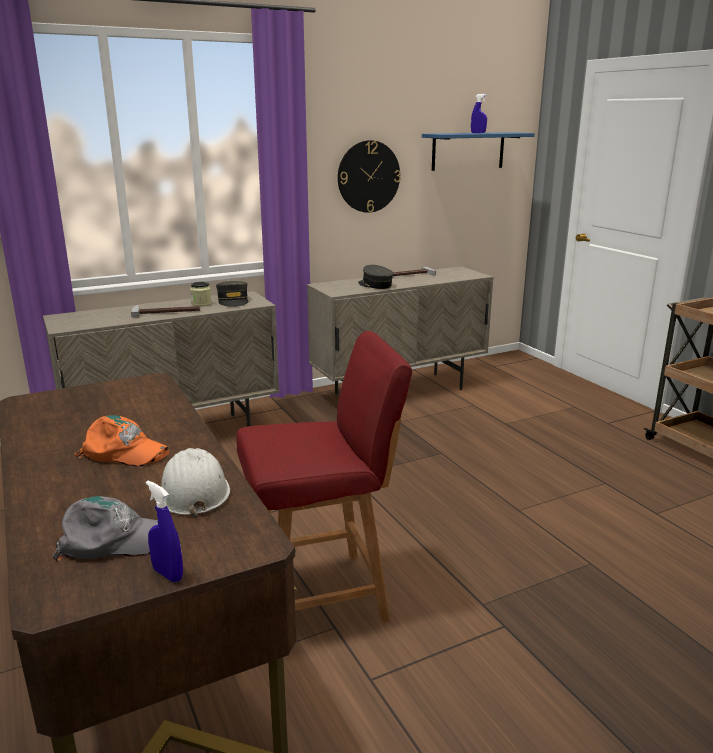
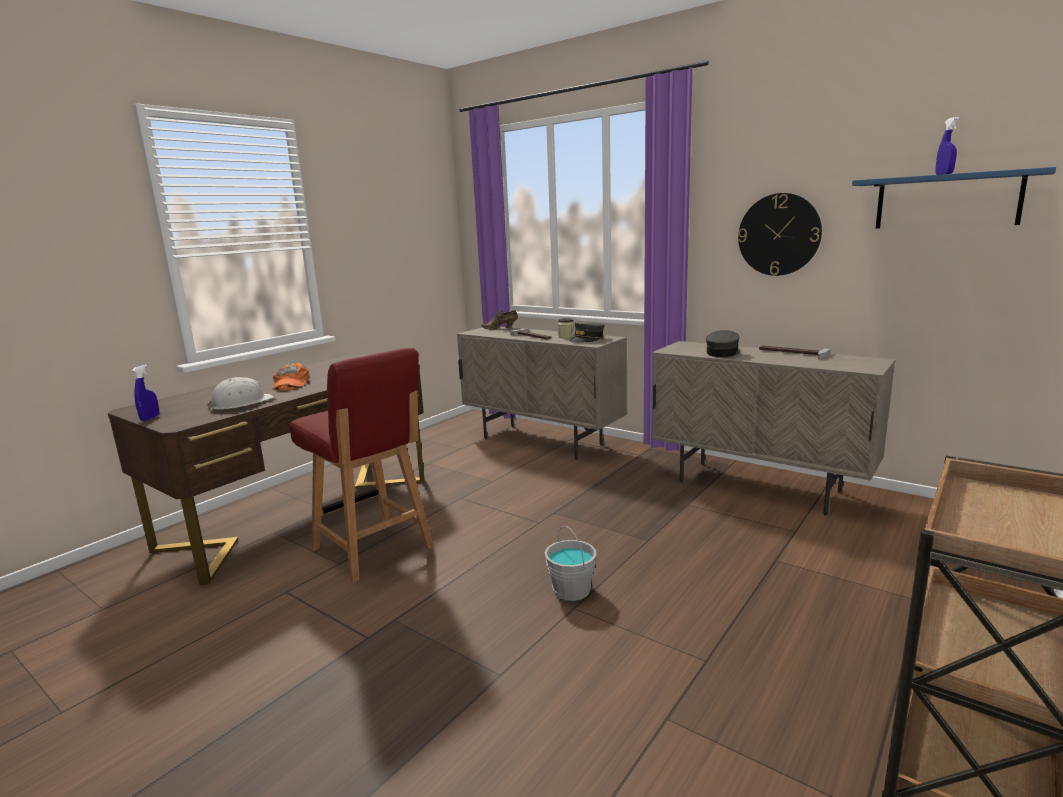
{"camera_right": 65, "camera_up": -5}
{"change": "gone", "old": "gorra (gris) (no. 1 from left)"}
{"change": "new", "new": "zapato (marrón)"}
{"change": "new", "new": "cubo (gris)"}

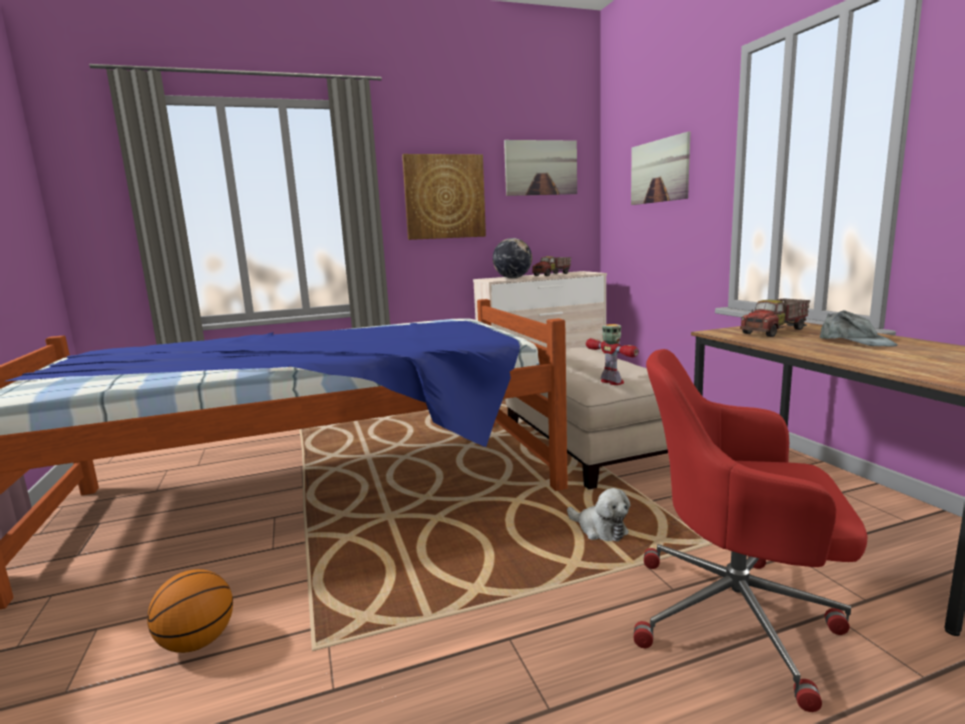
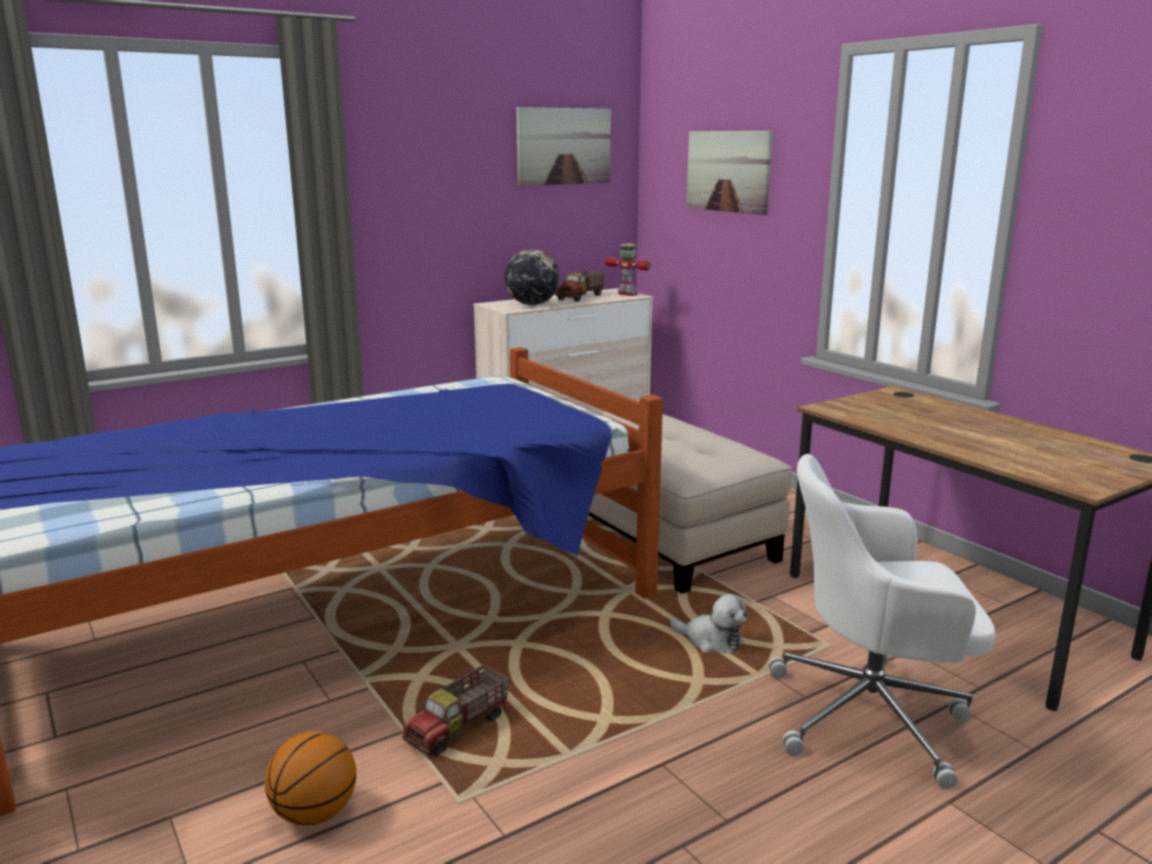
{"camera_right": -15, "camera_up": 5}
{"change": "gone", "old": "cuadro (no. 1 from left)"}
{"change": "shifted", "old": "robot de juguete"}
{"change": "repainted", "old": "silla de oficina (rojo)", "new": "silla de oficina (blanco)"}
{"change": "shifted", "old": "camión de juguete (no. 2 from left in the first image)", "new": "camión de juguete (no. 1 from left)"}
{"change": "gone", "old": "gorra (gris)"}

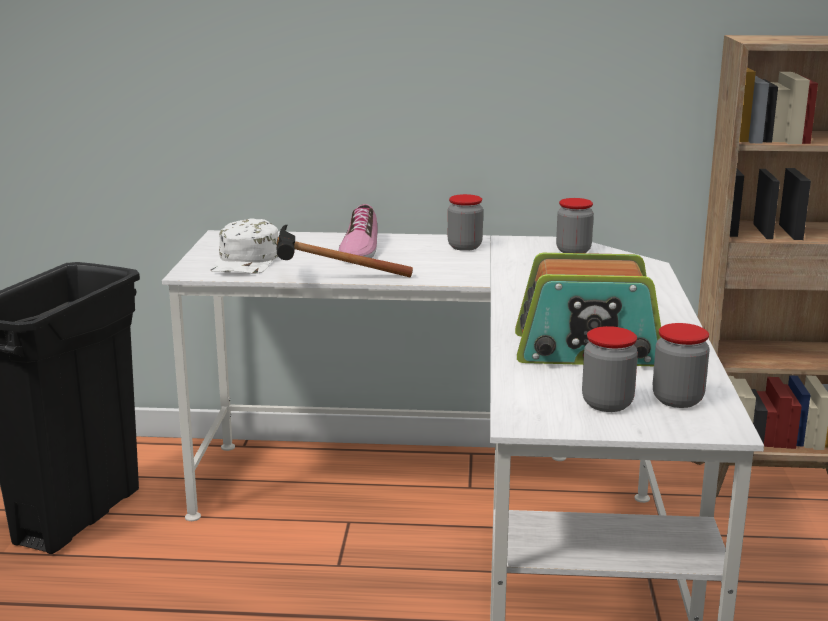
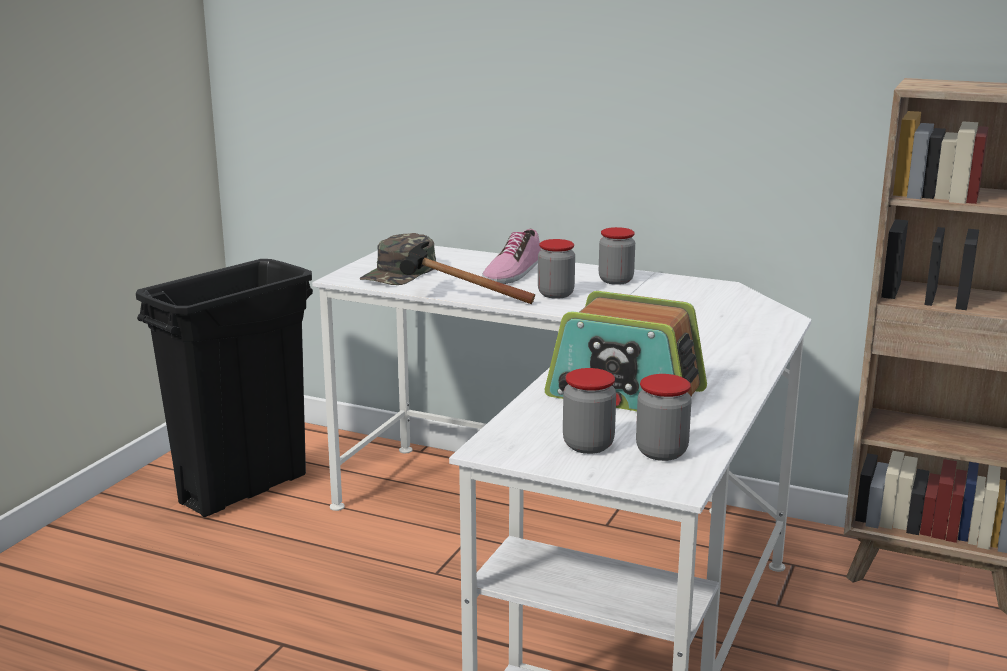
{"camera_right": 20, "camera_up": 0}
{"change": "repainted", "old": "gorra (blanco)", "new": "gorra (verde)"}
{"change": "shifted", "old": "tarro (no. 2 from left in the first image)", "new": "tarro (no. 1 from left)"}

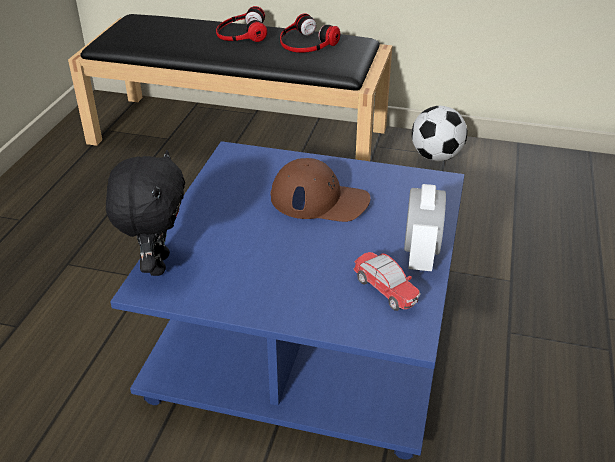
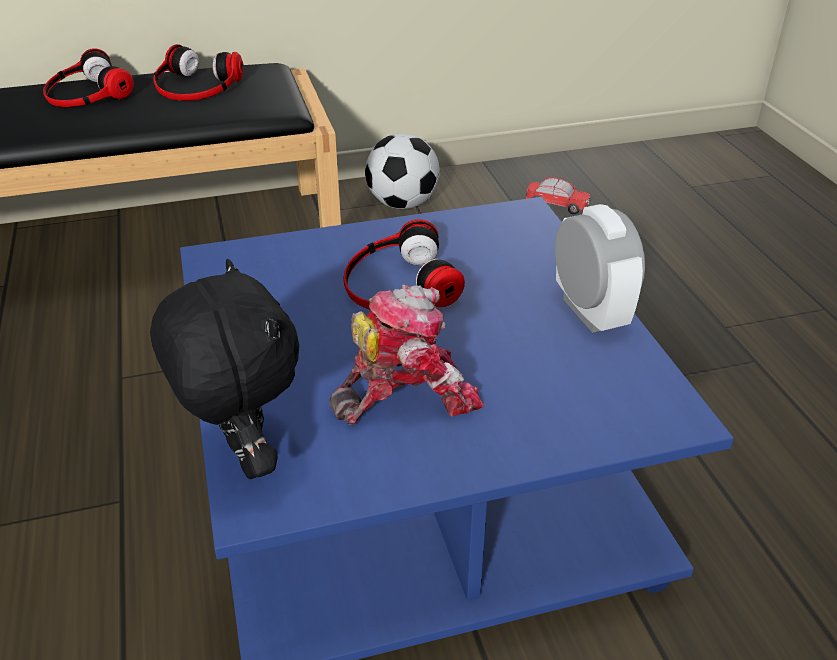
{"camera_right": -30, "camera_up": 0}
{"change": "swapped", "old": "gorra (marrón)", "new": "auriculares (no. 3 from left)"}
{"change": "shifted", "old": "coche de juguete"}
{"change": "new", "new": "robot de juguete"}

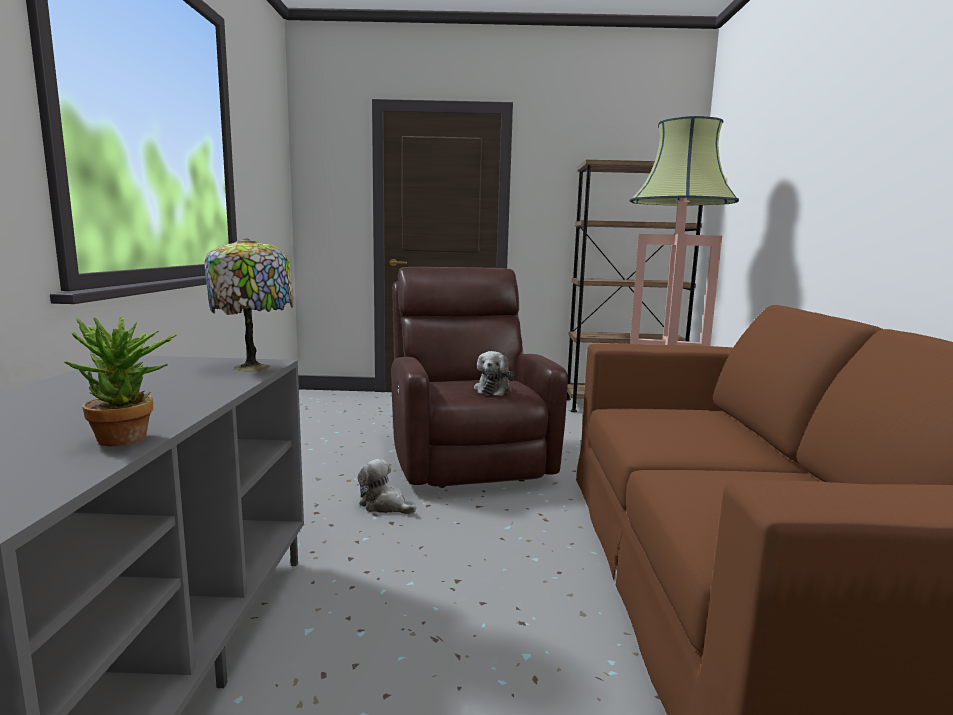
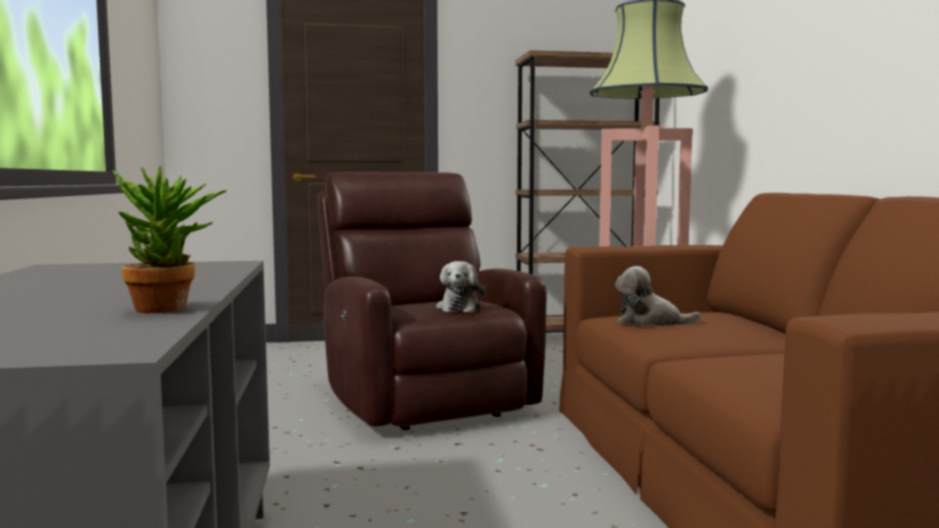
{"camera_right": -10, "camera_up": -5}
{"change": "gone", "old": "lámpara de mesa"}
{"change": "shifted", "old": "peluche (no. 1 from left in the first image)", "new": "peluche (no. 2 from left)"}

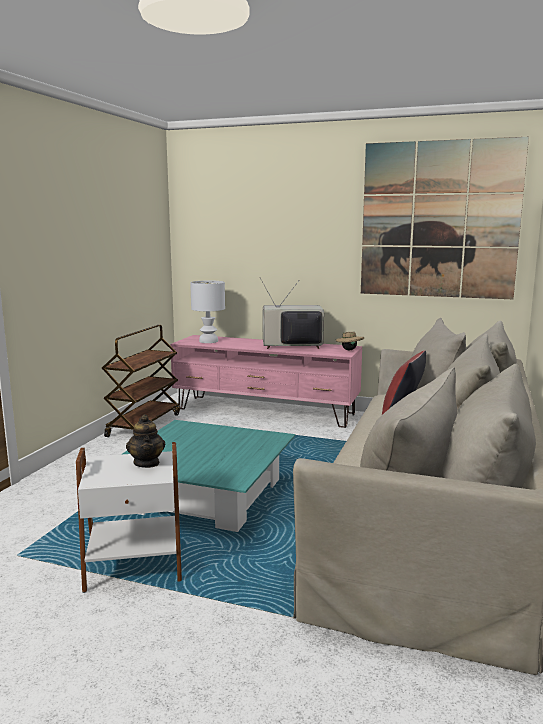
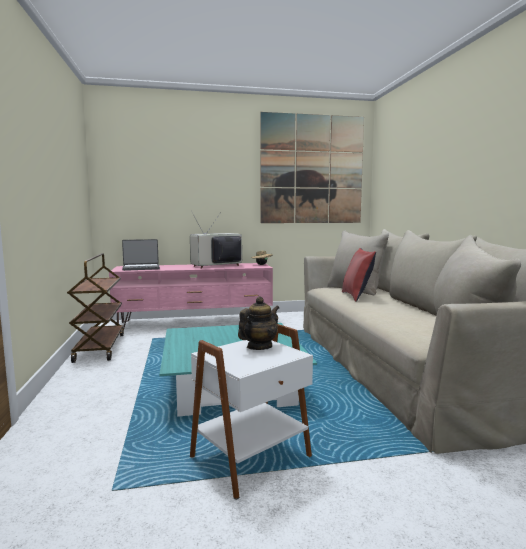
{"camera_right": -30, "camera_up": -5}
{"change": "rotated", "old": "tetera", "degrees": -90}
{"change": "swapped", "old": "lámpara de mesa (blanco)", "new": "portátil"}

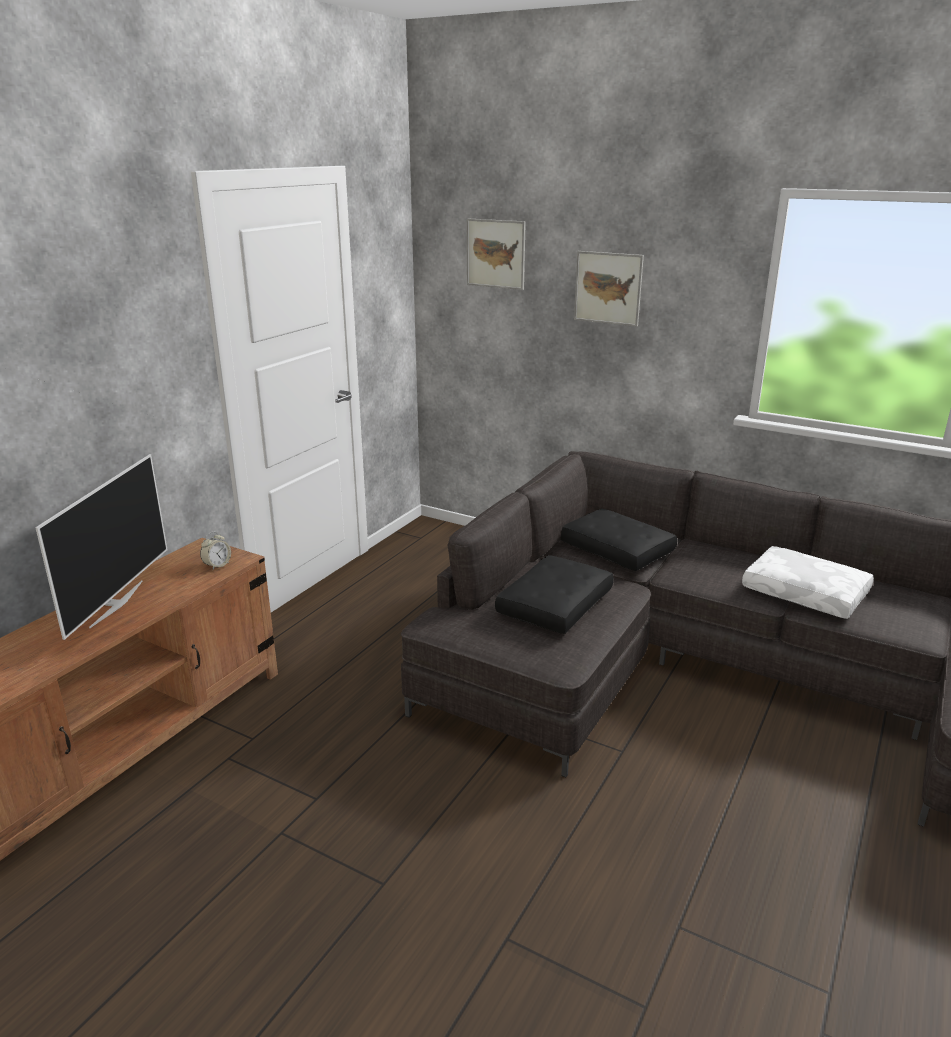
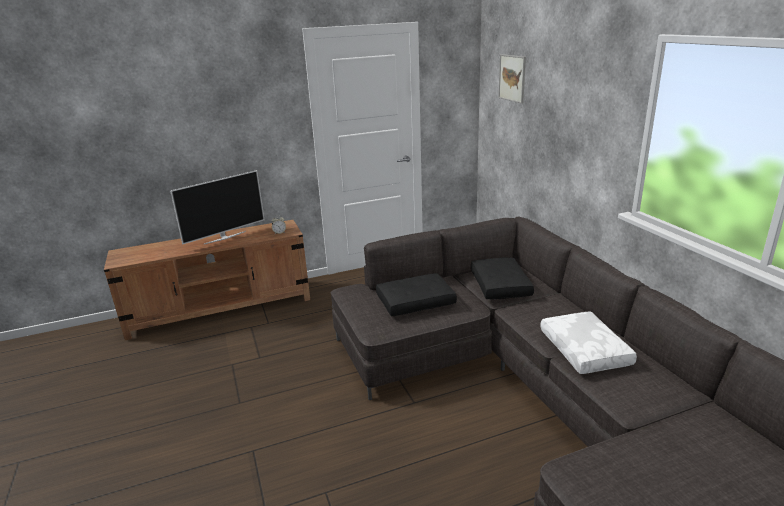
{"camera_right": 40, "camera_up": 0}
{"change": "gone", "old": "cuadro (no. 2 from left)"}

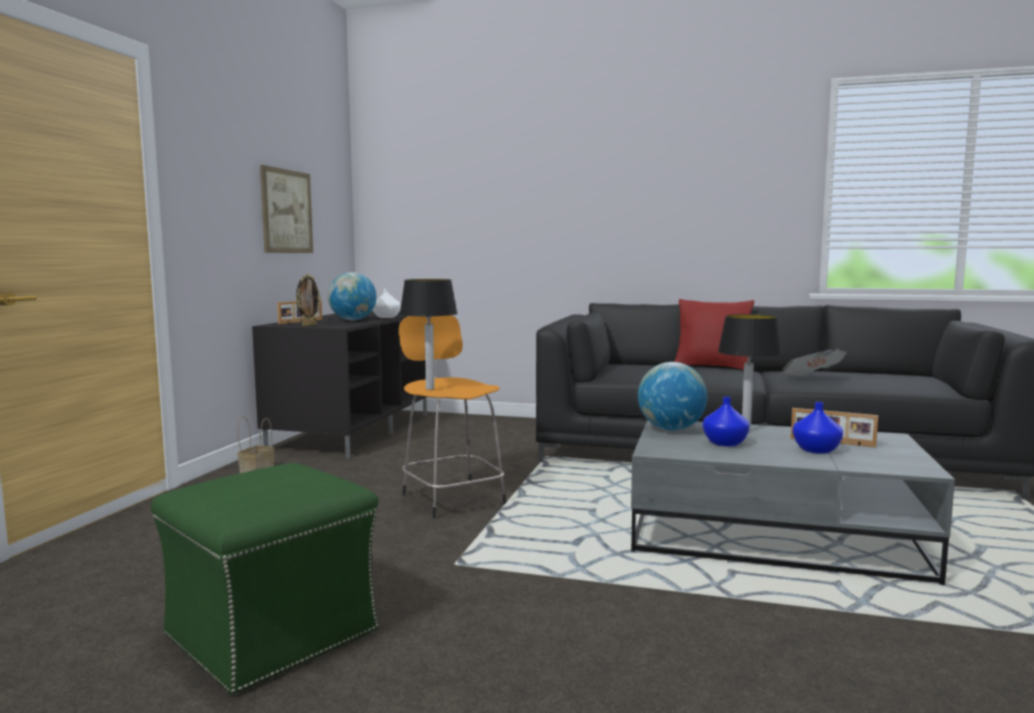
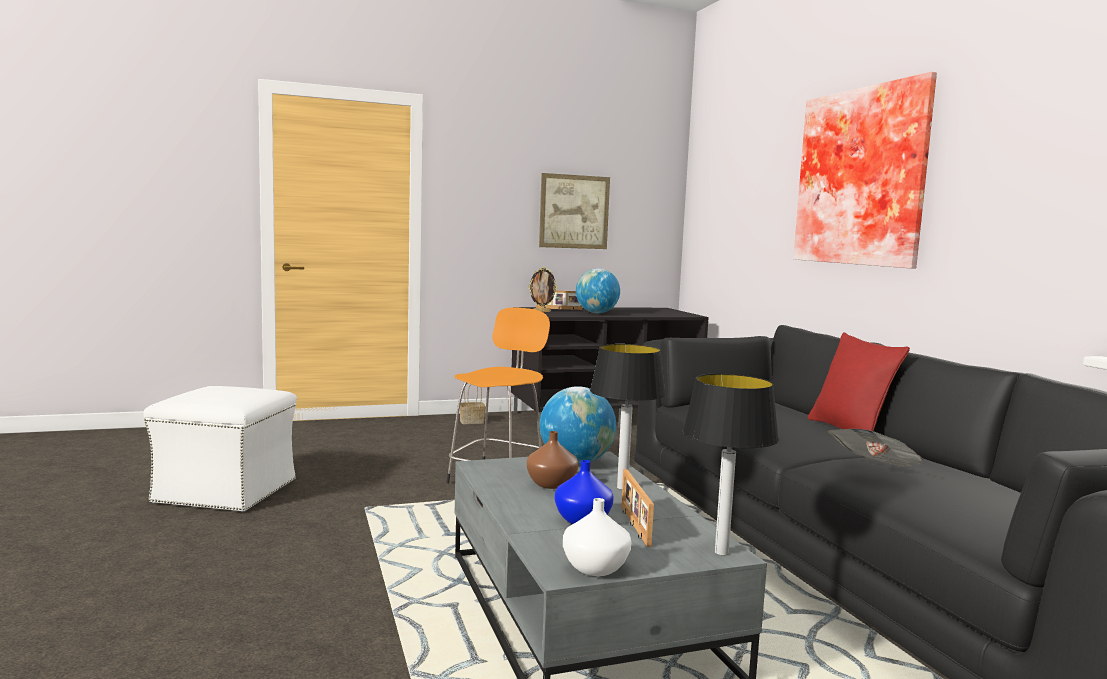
{"camera_right": 55, "camera_up": 0}
{"change": "repainted", "old": "puf (verde)", "new": "puf (blanco)"}
{"change": "shifted", "old": "florero (blanco)"}
{"change": "shifted", "old": "lámpara de mesa (no. 1 from left in the first image)", "new": "lámpara de mesa (no. 2 from left)"}
{"change": "repainted", "old": "florero (azul) (no. 1 from left)", "new": "florero (marrón)"}
{"change": "new", "new": "cuadro (no. 2 from left)"}

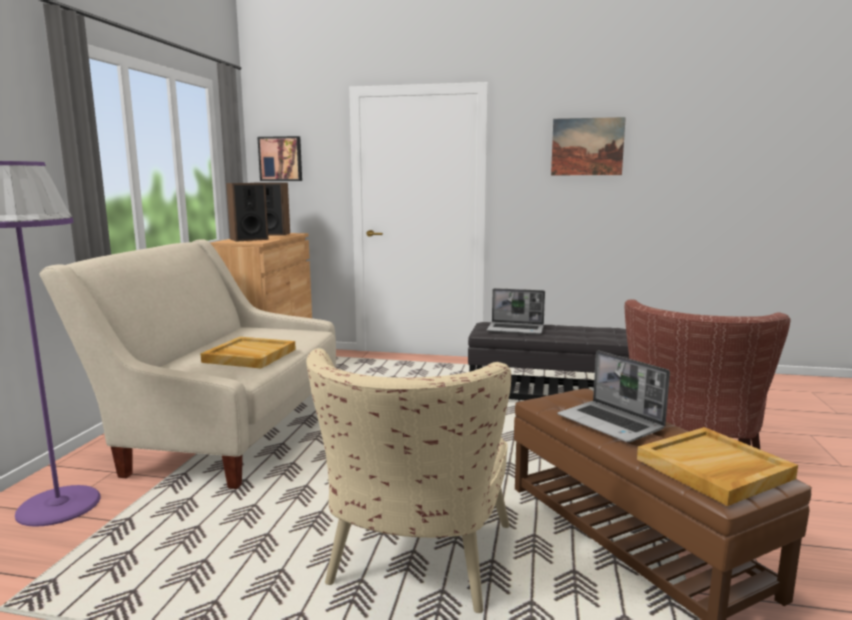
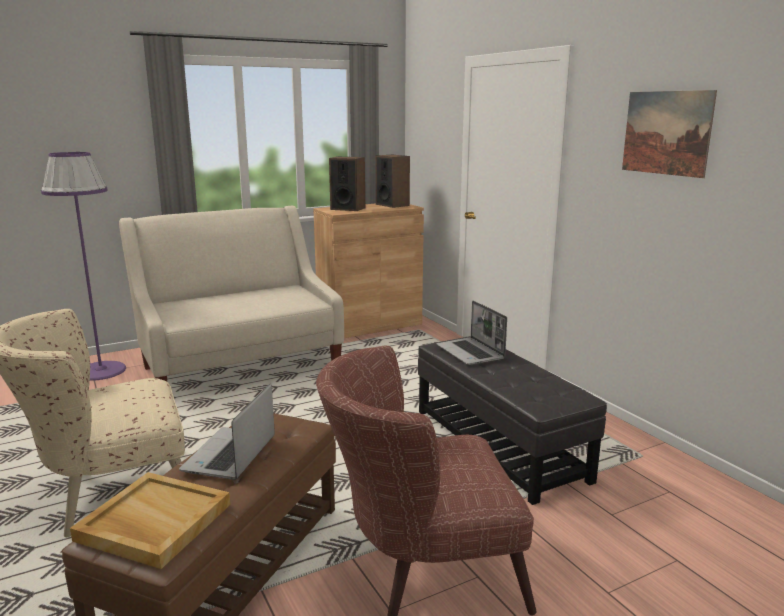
{"camera_right": 50, "camera_up": 5}
{"change": "gone", "old": "bandeja (beis) (no. 1 from left)"}
{"change": "gone", "old": "cuadro (no. 1 from left)"}

